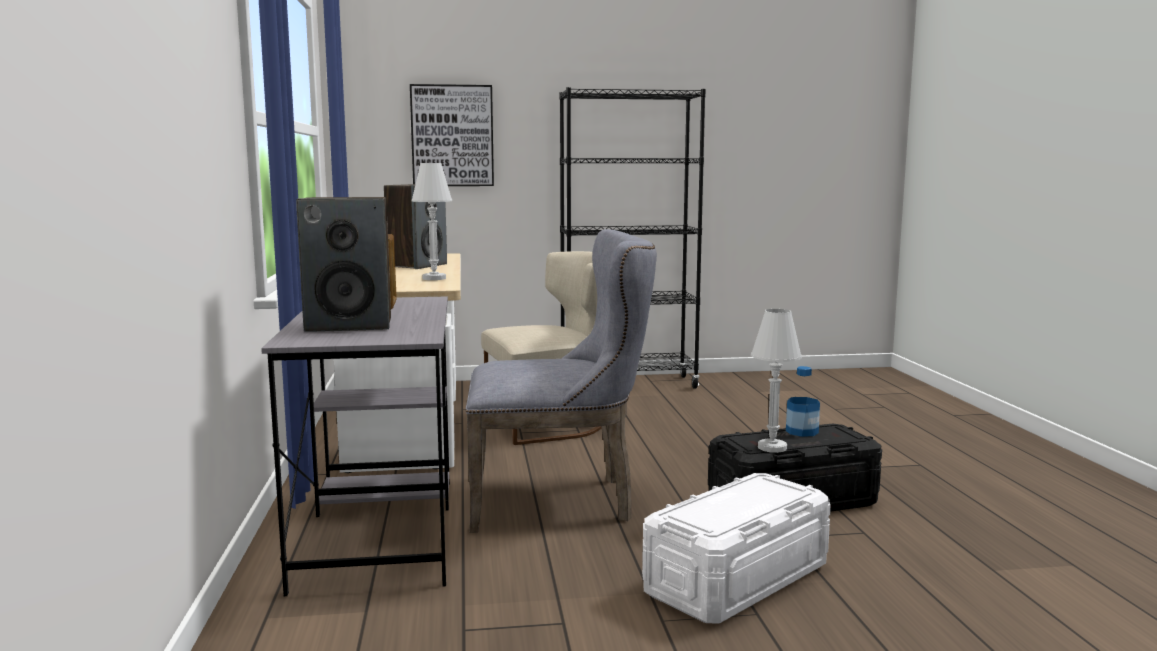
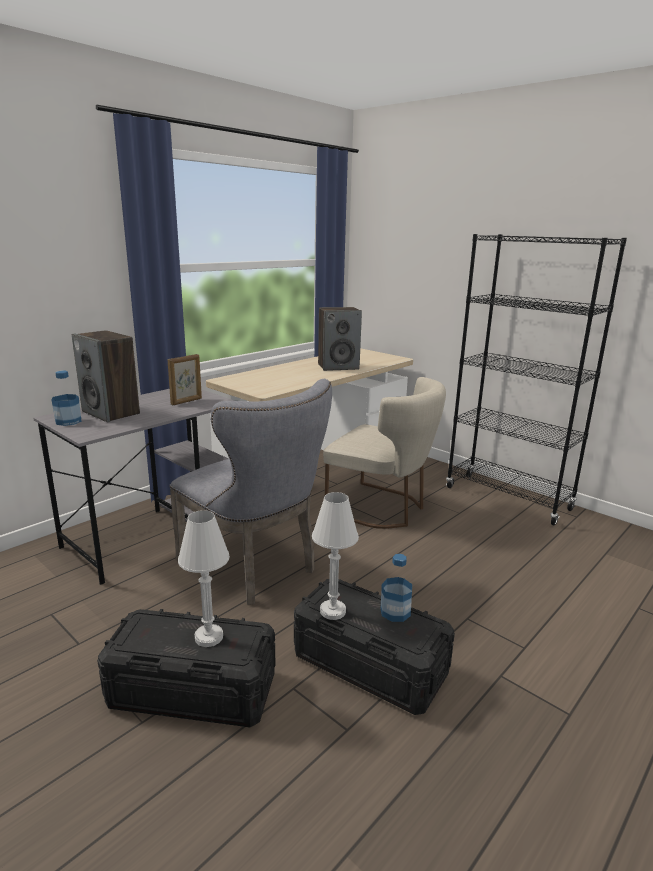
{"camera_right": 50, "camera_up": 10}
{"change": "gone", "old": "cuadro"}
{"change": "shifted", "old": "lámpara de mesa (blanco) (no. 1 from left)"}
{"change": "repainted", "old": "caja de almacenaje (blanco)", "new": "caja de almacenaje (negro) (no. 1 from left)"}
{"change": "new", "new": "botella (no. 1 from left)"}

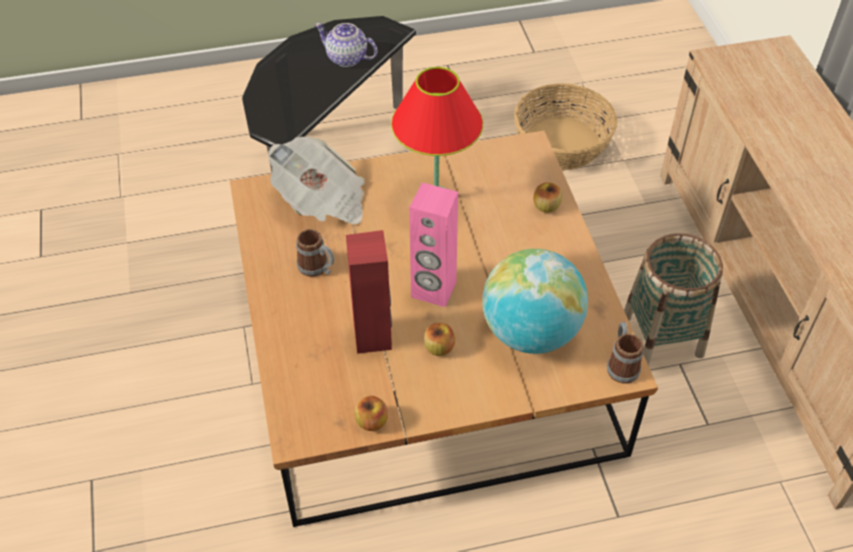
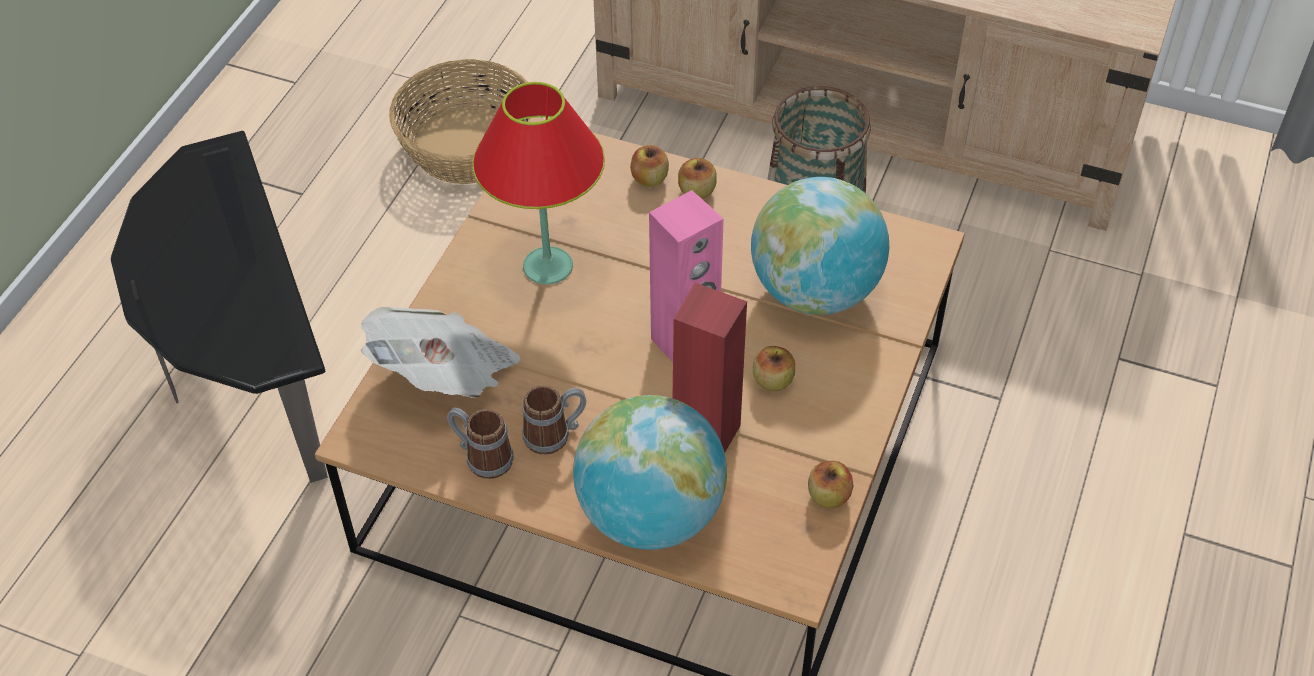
{"camera_right": -55, "camera_up": 0}
{"change": "gone", "old": "tetera"}
{"change": "shifted", "old": "taza grande (no. 2 from left in the first image)", "new": "taza grande (no. 1 from left)"}
{"change": "new", "new": "globo terráqueo (no. 1 from left)"}
{"change": "new", "new": "manzana (no. 2 from left)"}

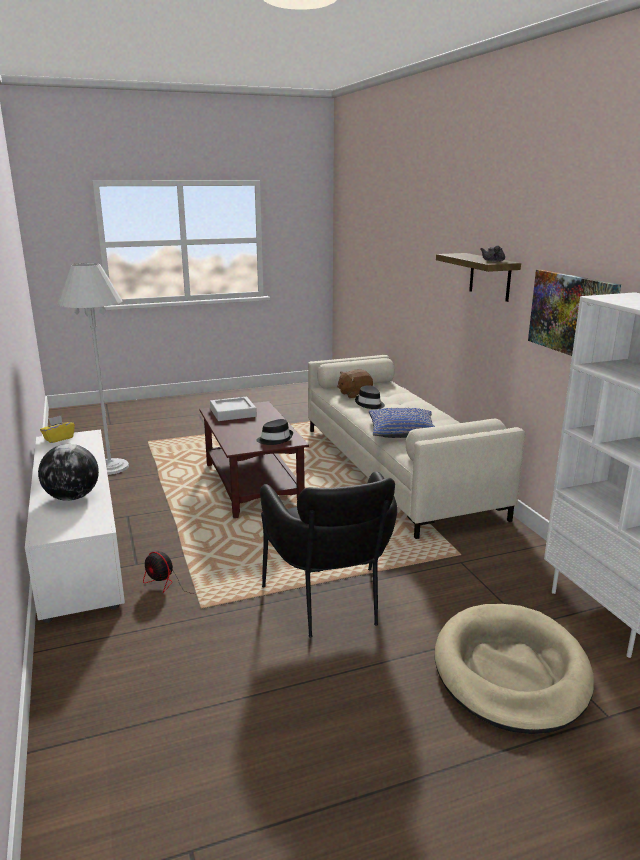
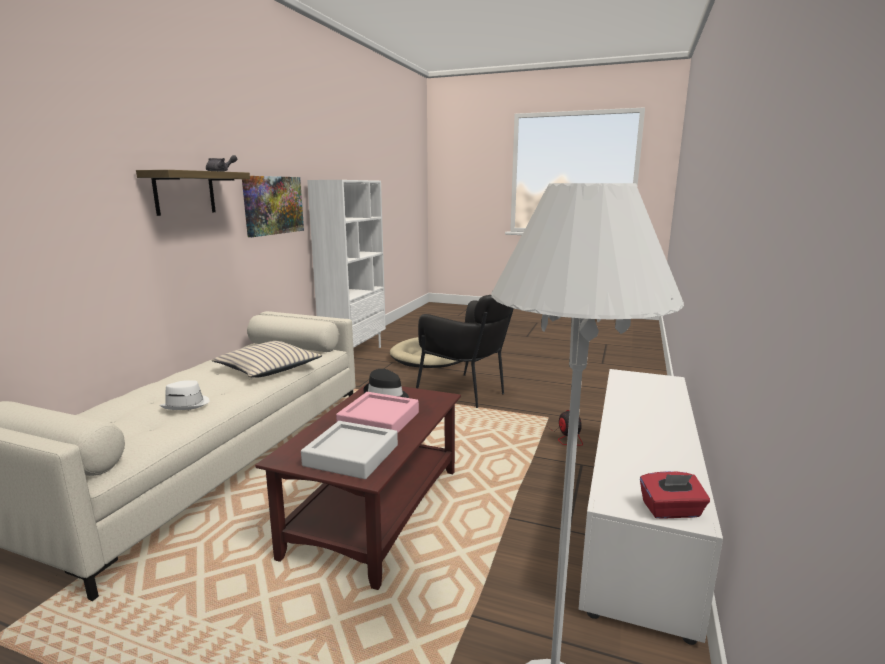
{"camera_right": -140, "camera_up": -5}
{"change": "gone", "old": "globo terráqueo"}
{"change": "repainted", "old": "caja de pañuelos (amarillo)", "new": "caja de pañuelos (rojo)"}
{"change": "rotated", "old": "sillón (negro)", "degrees": 105}
{"change": "gone", "old": "peluche (marrón)"}
{"change": "repainted", "old": "sombrero (negro) (no. 2 from left)", "new": "sombrero (blanco)"}
{"change": "repainted", "old": "cojín (azul)", "new": "cojín (beis)"}
{"change": "new", "new": "bandeja (rosa)"}

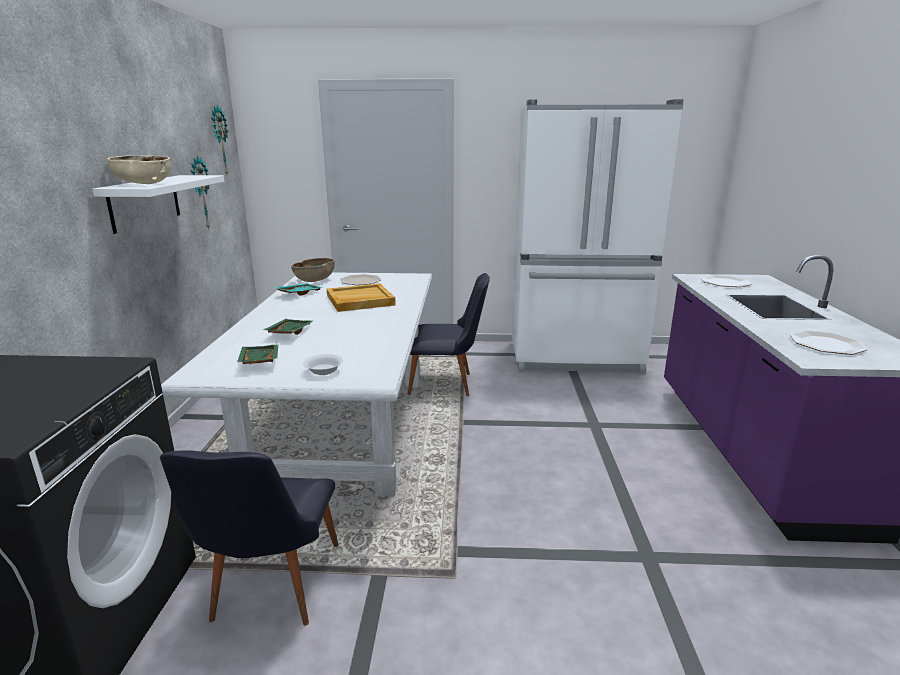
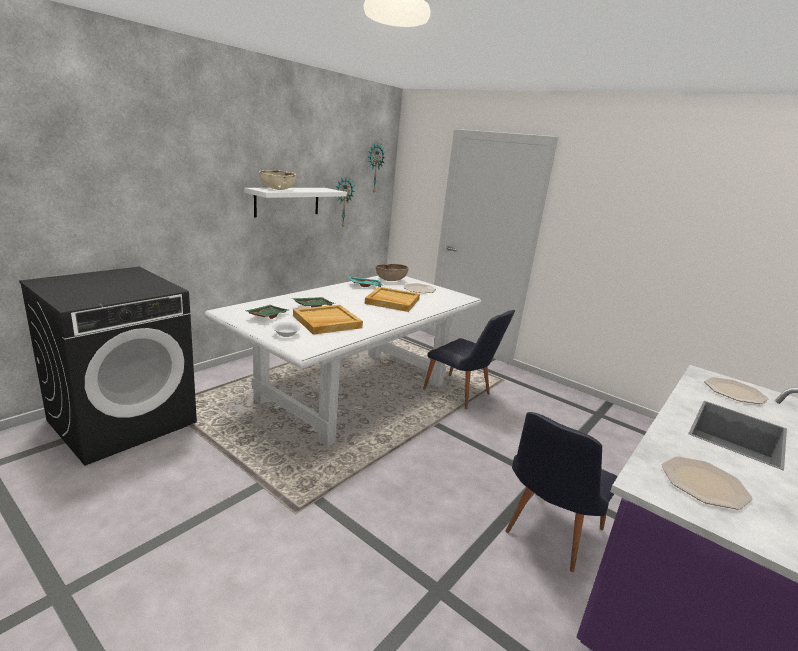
{"camera_right": 35, "camera_up": 0}
{"change": "shifted", "old": "silla (negro) (no. 1 from left in the first image)", "new": "silla (negro) (no. 2 from left)"}
{"change": "gone", "old": "nevera (blanco)"}
{"change": "new", "new": "bandeja (beis) (no. 1 from left)"}

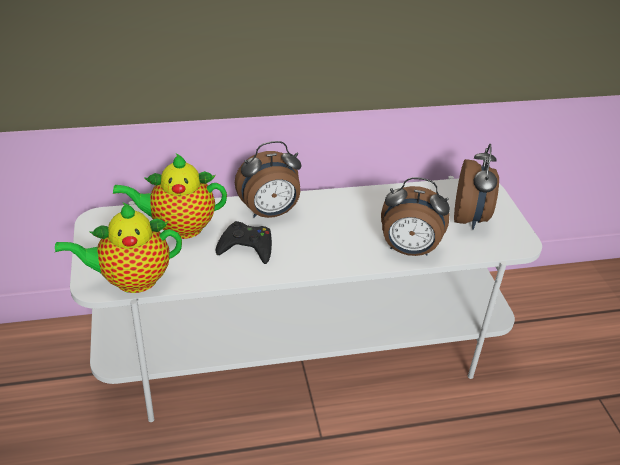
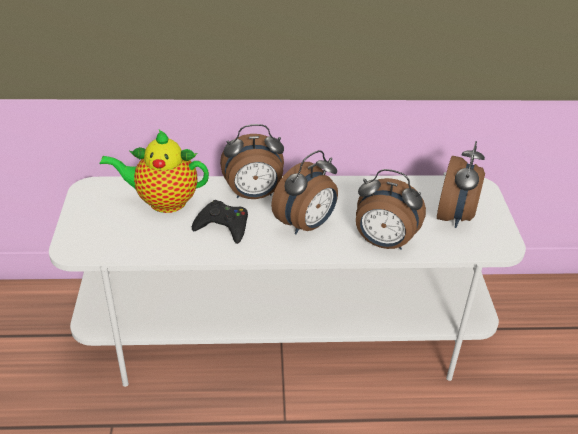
{"camera_right": 10, "camera_up": 0}
{"change": "gone", "old": "tetera (no. 1 from left)"}
{"change": "new", "new": "despertador (no. 2 from left)"}

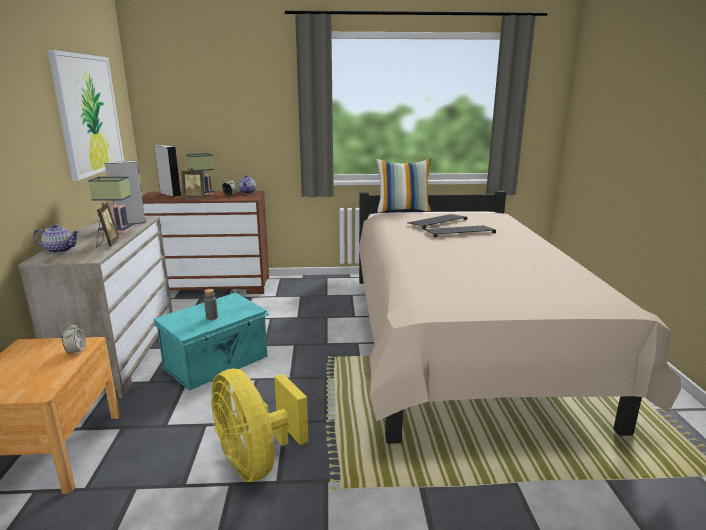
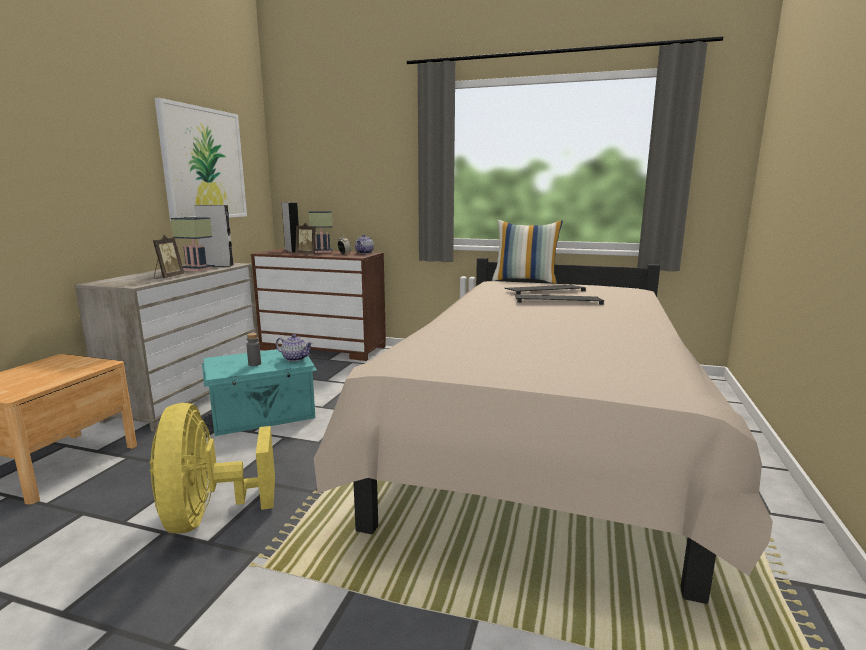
{"camera_right": 20, "camera_up": -5}
{"change": "shifted", "old": "tetera (no. 1 from left)"}
{"change": "gone", "old": "despertador (no. 1 from left)"}

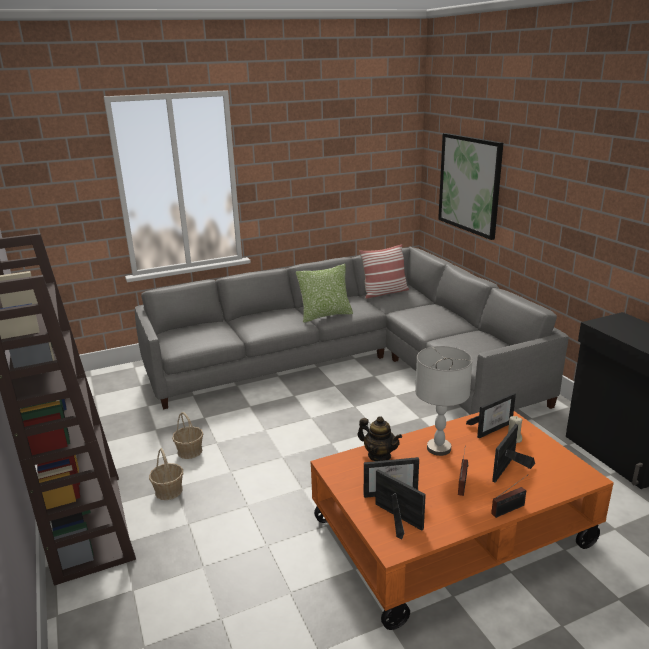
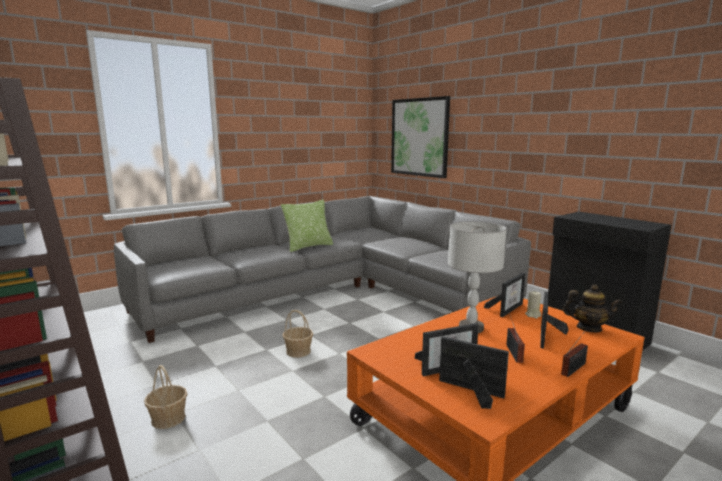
{"camera_right": -15, "camera_up": -10}
{"change": "shifted", "old": "cesta (no. 2 from left)"}
{"change": "shifted", "old": "tetera"}
{"change": "gone", "old": "cojín (no. 2 from left)"}

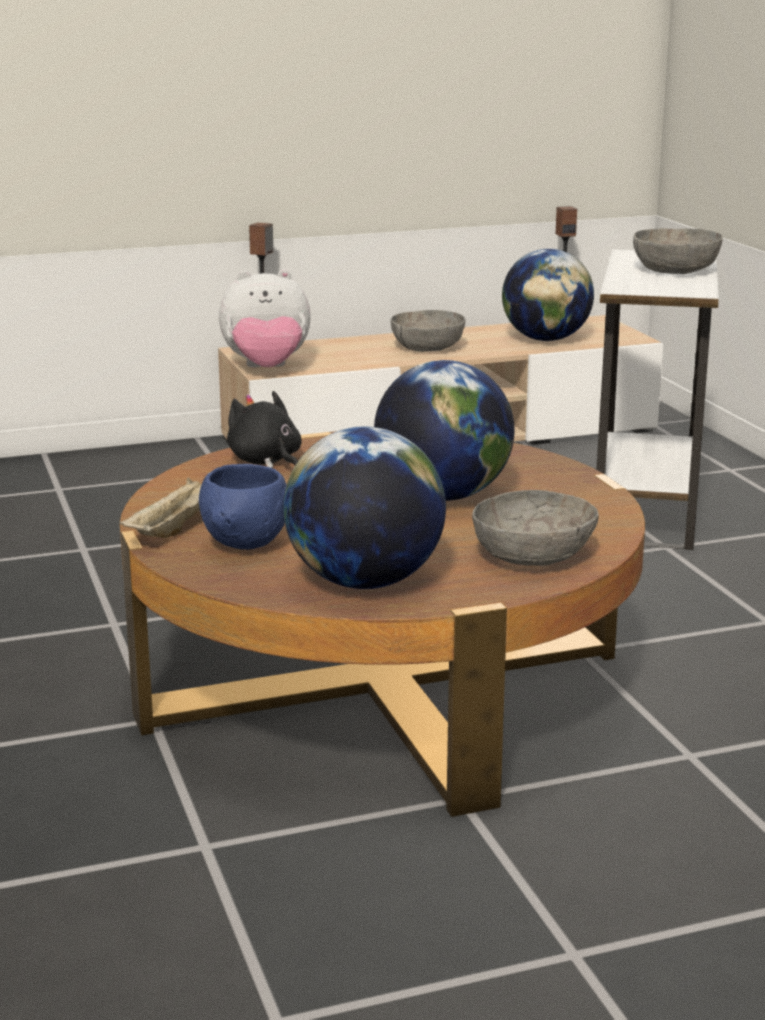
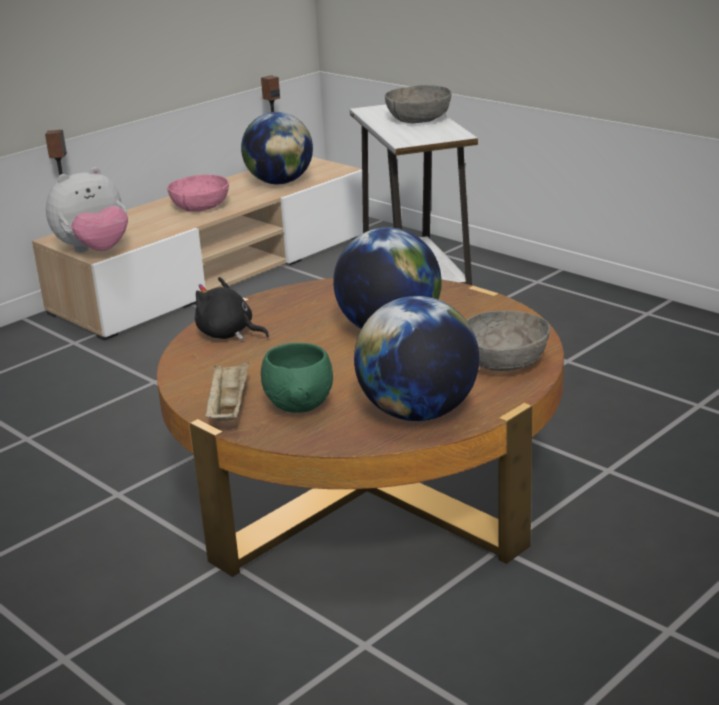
{"camera_right": -25, "camera_up": 5}
{"change": "repainted", "old": "cuenco (azul)", "new": "cuenco (verde)"}
{"change": "repainted", "old": "cuenco (gris) (no. 1 from left)", "new": "cuenco (rosa)"}

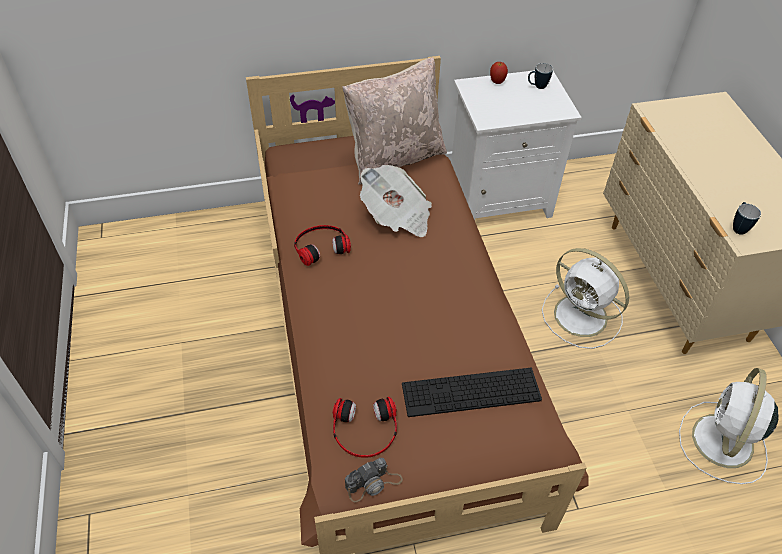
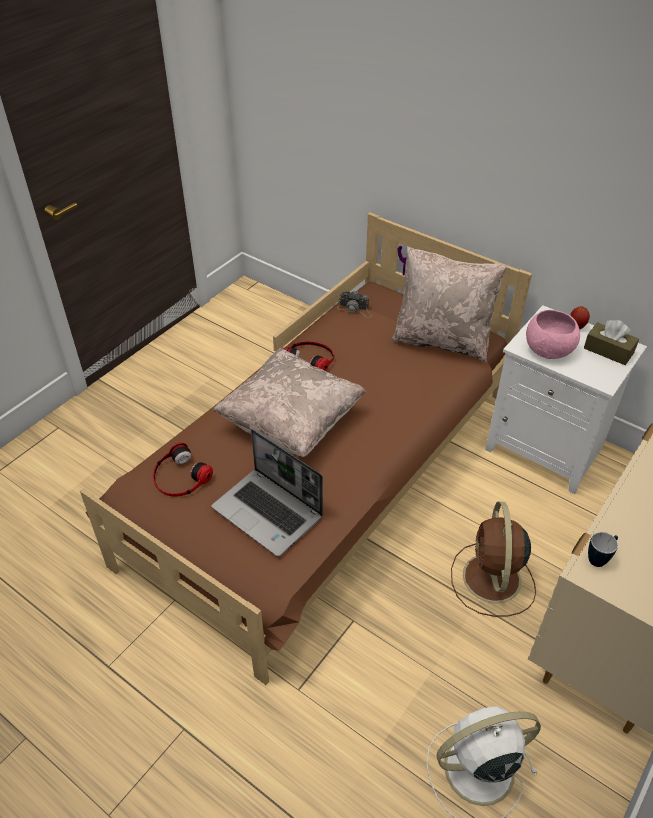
{"camera_right": 50, "camera_up": -5}
{"change": "shifted", "old": "cámara"}
{"change": "gone", "old": "periódico"}
{"change": "swapped", "old": "teclado", "new": "portátil"}
{"change": "swapped", "old": "taza grande (no. 1 from left)", "new": "caja de pañuelos (marrón)"}
{"change": "repainted", "old": "ventilador (blanco) (no. 1 from left)", "new": "ventilador (marrón)"}
{"change": "new", "new": "cojín (beis) (no. 1 from left)"}
{"change": "new", "new": "cuenco (rosa)"}

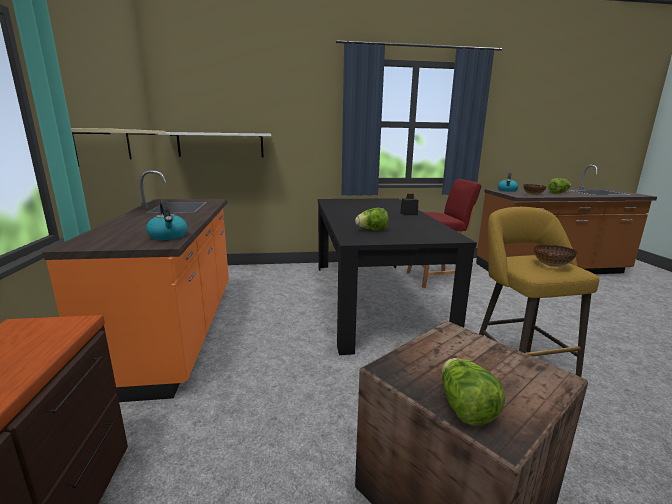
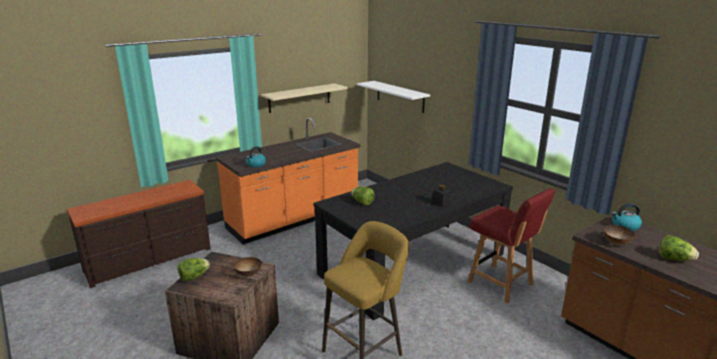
{"camera_right": 60, "camera_up": 5}
{"change": "shifted", "old": "cuenco (no. 2 from left in the first image)", "new": "cuenco (no. 1 from left)"}

